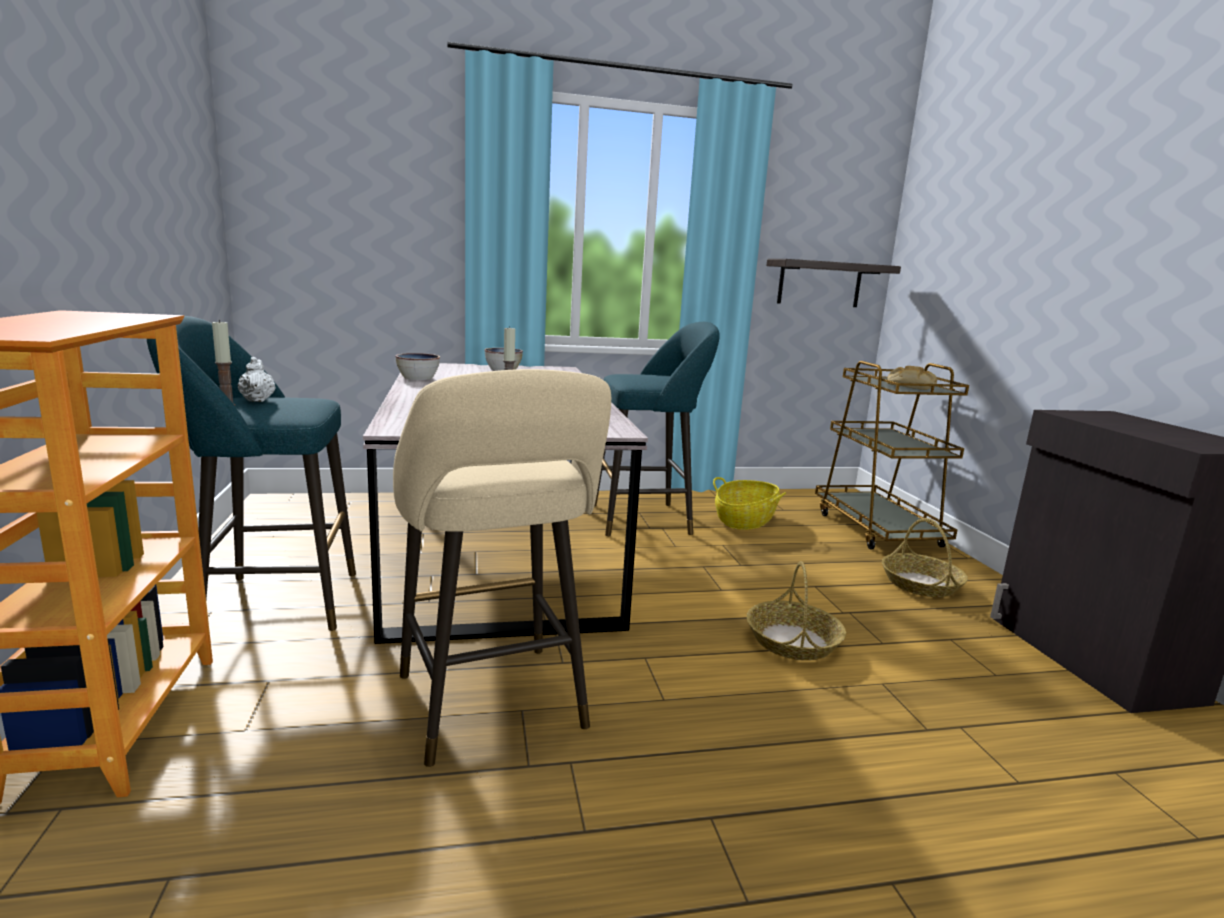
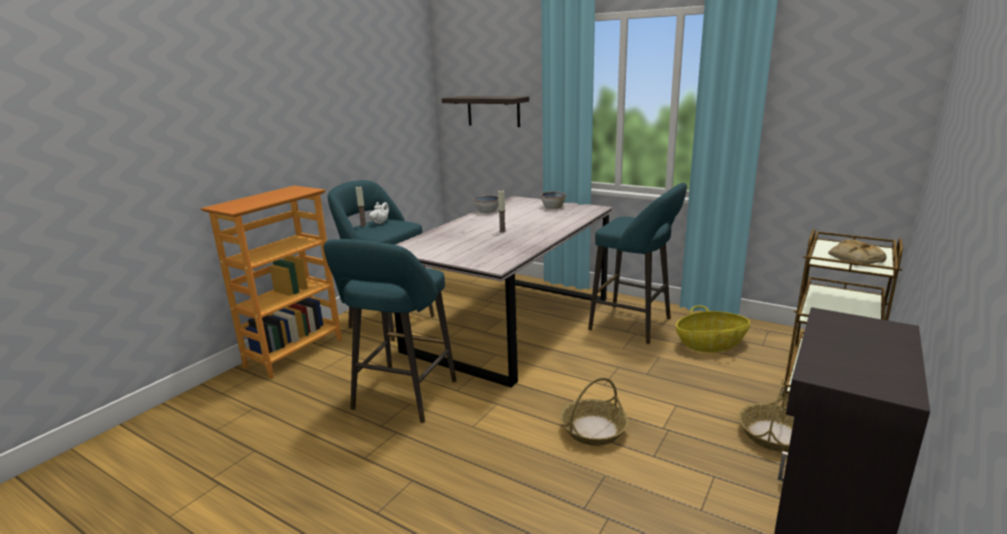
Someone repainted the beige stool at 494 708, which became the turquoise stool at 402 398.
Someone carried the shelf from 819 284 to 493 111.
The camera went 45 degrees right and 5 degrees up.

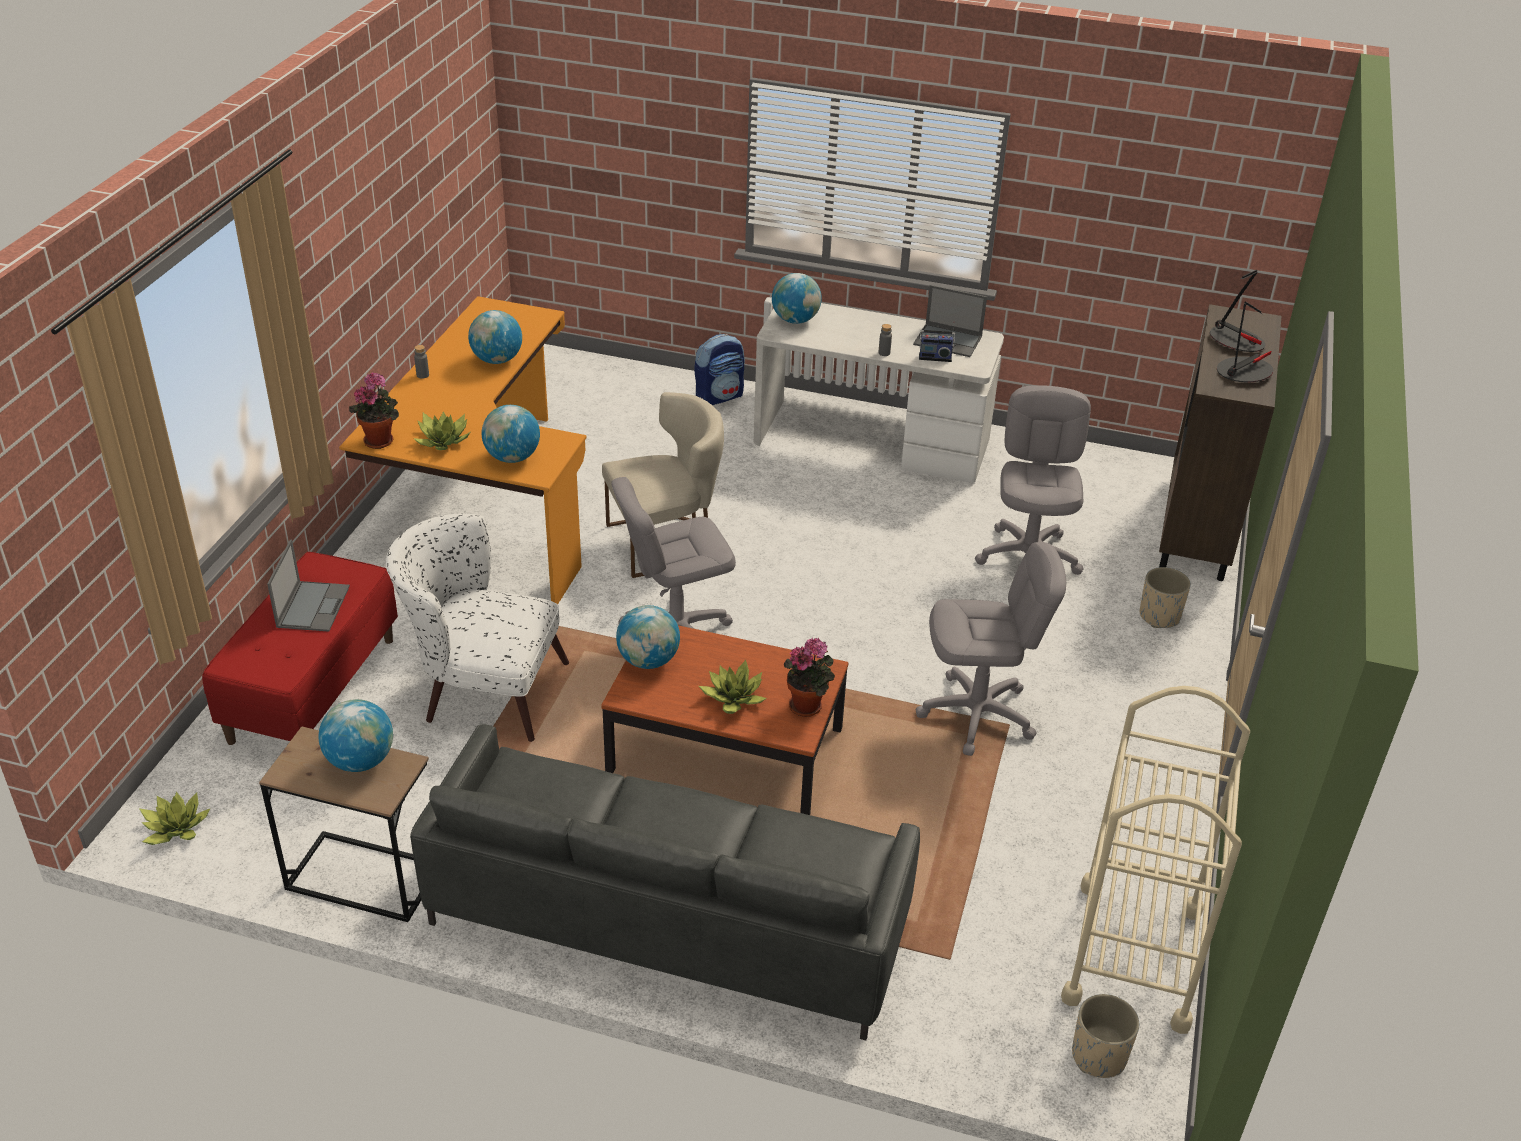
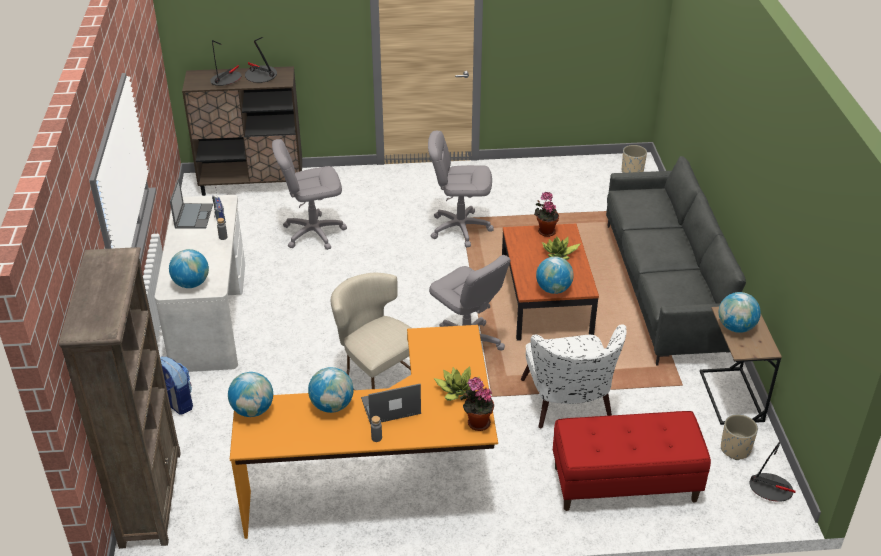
Someone put down the brown bookcase at 151 497.
Someone carried the globe from 512 458 to 253 410.
Someone carried the laptop from 313 606 to 390 406.
Someone rotated the grey office chair at 977 715 by 60 degrees counterclockwise.
Someone carried the beige planter from 1159 616 to 735 449.
Someone swapped the potted plant at 175 829 for the table lamp at 771 488.
Someone took away the beige cart at 1133 954.
The camera went 110 degrees left and 0 degrees up.

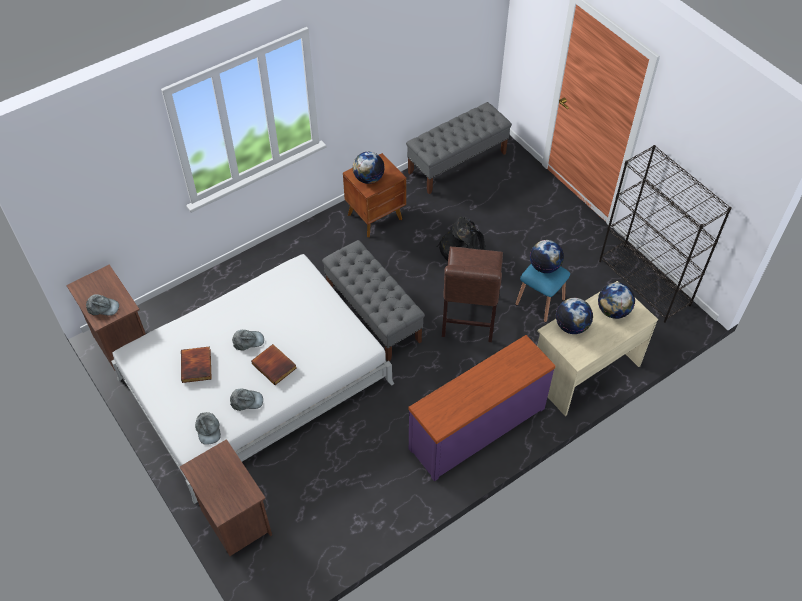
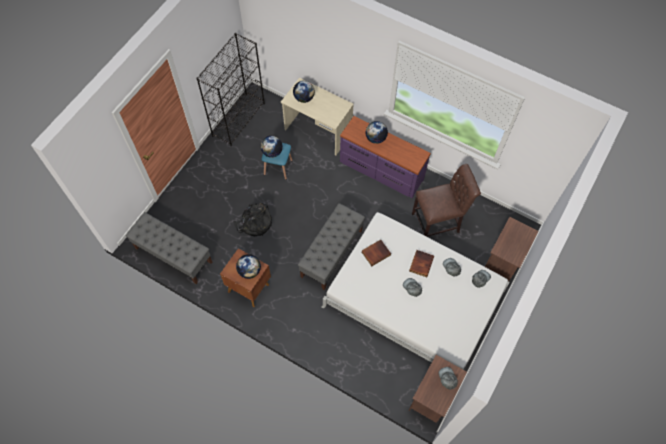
Someone carried the book from 197 366 to 375 253.
Someone carried the globe from 571 326 to 375 138.
Someone carried the brown chair from 468 319 to 438 222.
The camera went 115 degrees left and 10 degrees up.

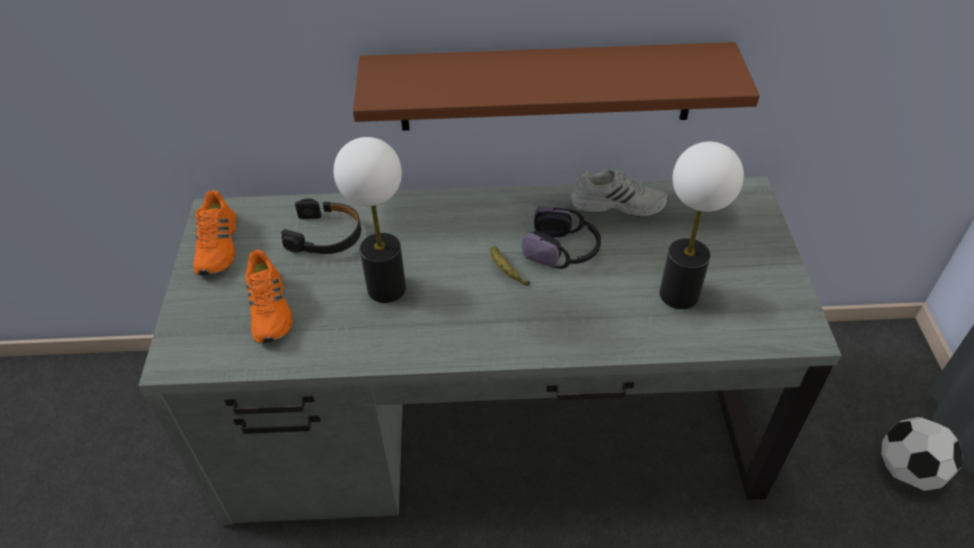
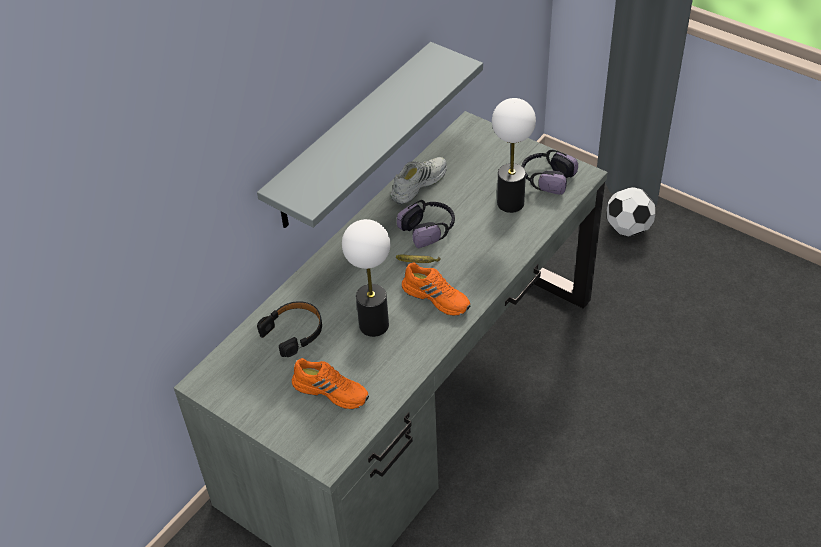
Someone repainted the brown shelf at 546 87, which became the grey shelf at 351 137.
Someone carried the orange shoe from 218 246 to 437 297.
Someone put down the headphones at 546 178.
The camera went 50 degrees left and 0 degrees up.

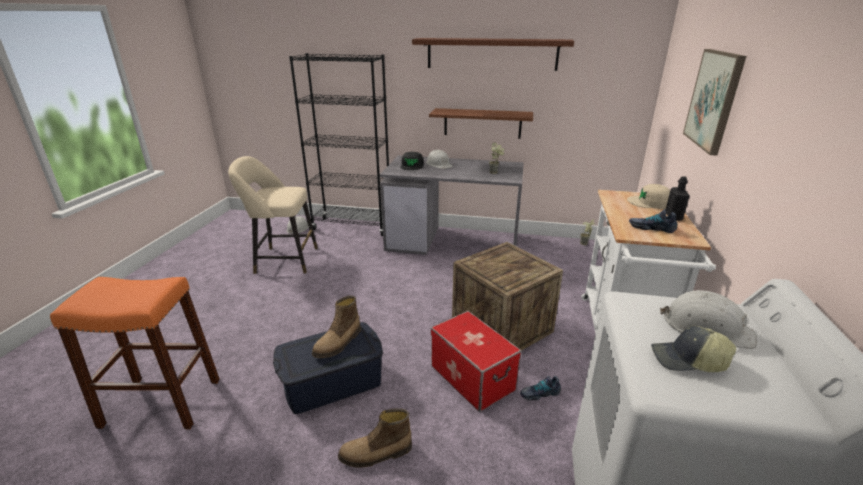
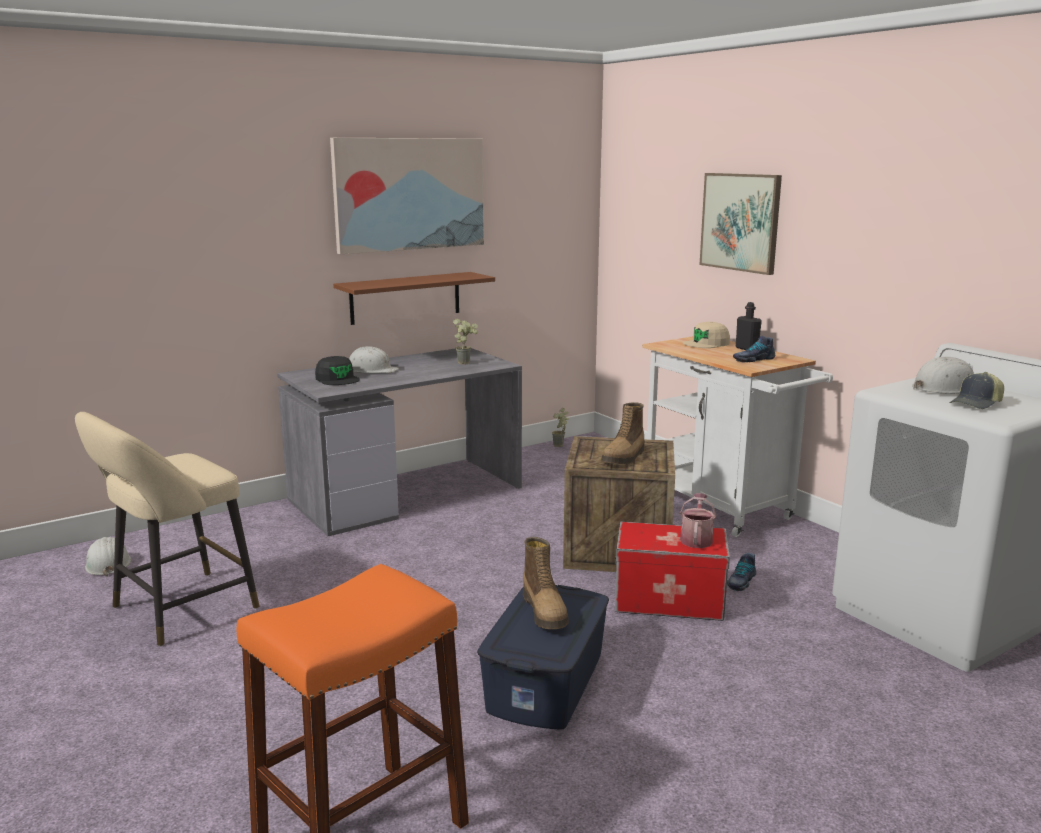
Someone swapped the brown shelf at 491 54 for the picture at 409 194.
Someone carried the boot from 376 454 to 624 458.
Someone put down the watering can at 696 539.
Someone took away the black bookcase at 353 227.
The camera went 45 degrees left and 10 degrees down.

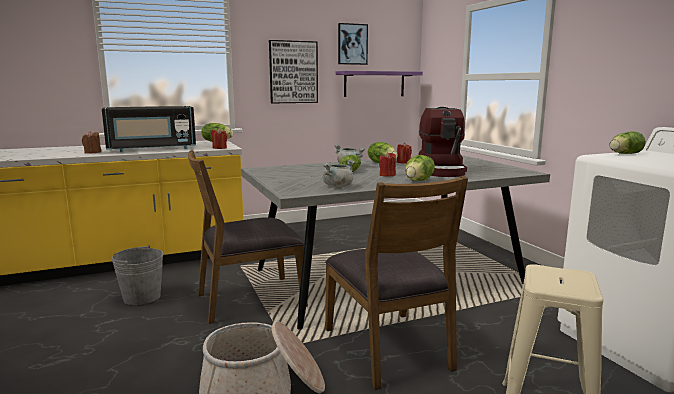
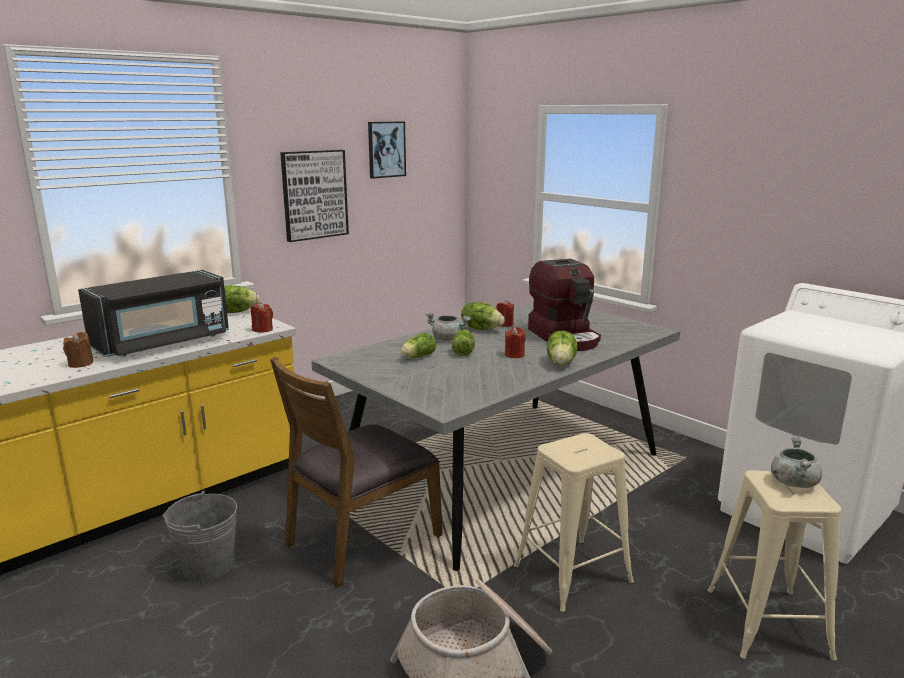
Someone carried the lettuce from 624 154 to 417 357.
Someone swapped the brown chair at 389 348 for the beige stool at 572 573.
Someone carried the grey cooking pot from 338 186 to 793 482.
Someone took away the purple shelf at 374 84.
The camera went 20 degrees left and 5 degrees up.

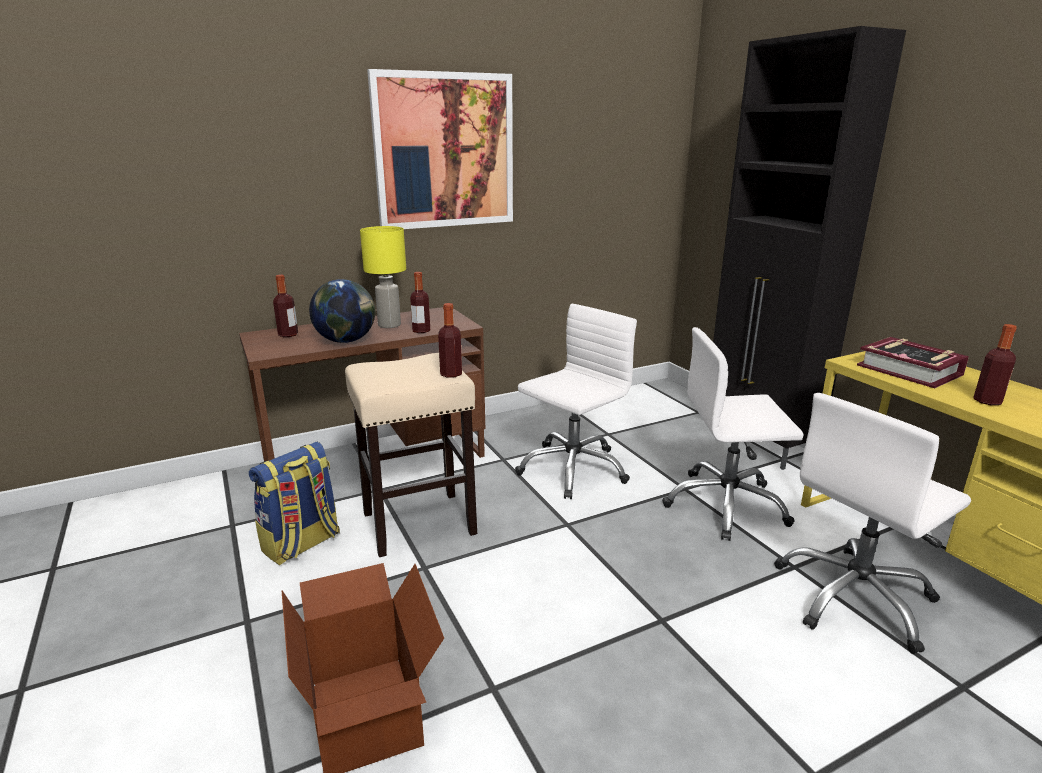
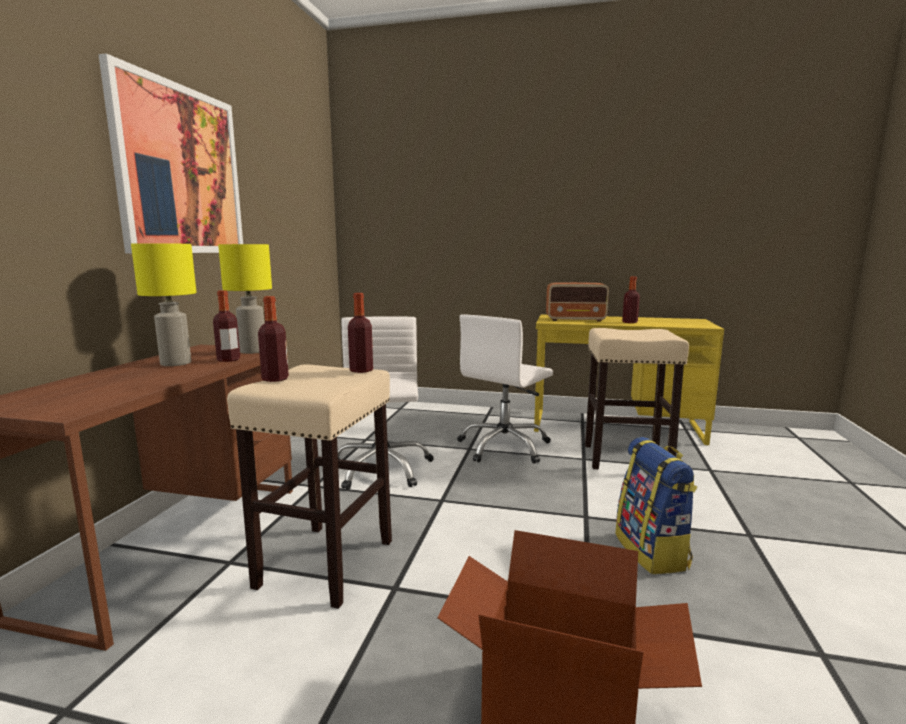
Someone put down the yellow table lamp at 253 351.
Someone carried the bottle from 288 335 to 275 379.
Someone swapped the book at 909 370 for the radio at 576 320.
Someone swapped the white office chair at 855 597 for the beige stool at 625 458.
Someone carried the backpack from 302 544 to 652 552.
Someone took away the globe at 346 341.
Someone took away the black cabinet at 759 443.
The camera went 50 degrees left and 10 degrees down.

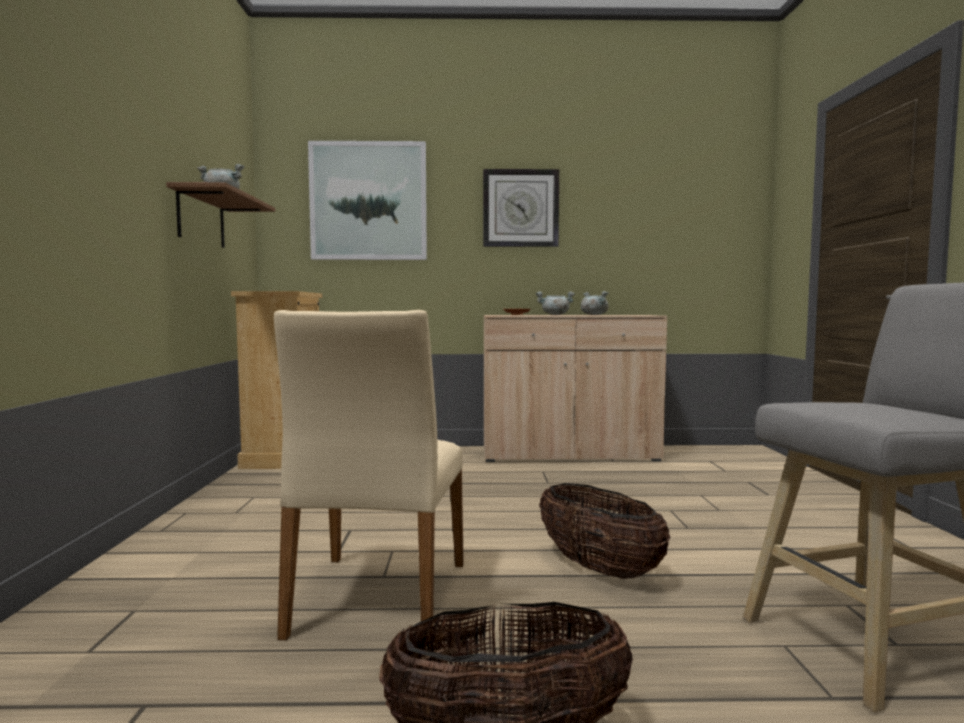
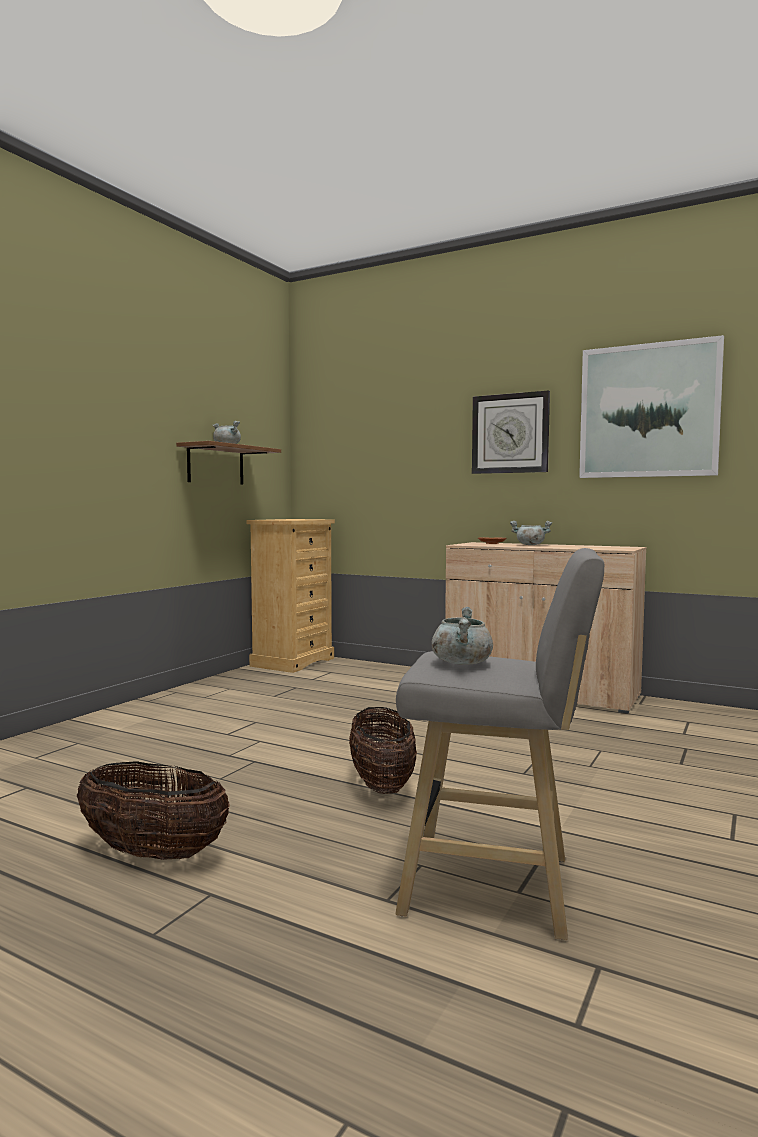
Someone carried the grey cooking pot from 594 314 to 461 662.
Someone carried the picture from 368 201 to 648 411.
Someone took away the beige chair at 377 598.
The camera went 30 degrees right and 0 degrees up.

